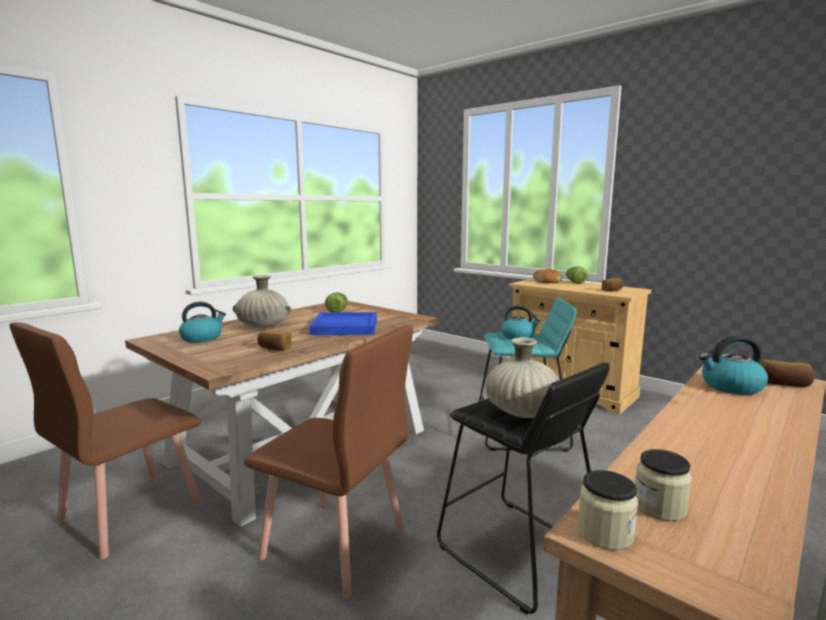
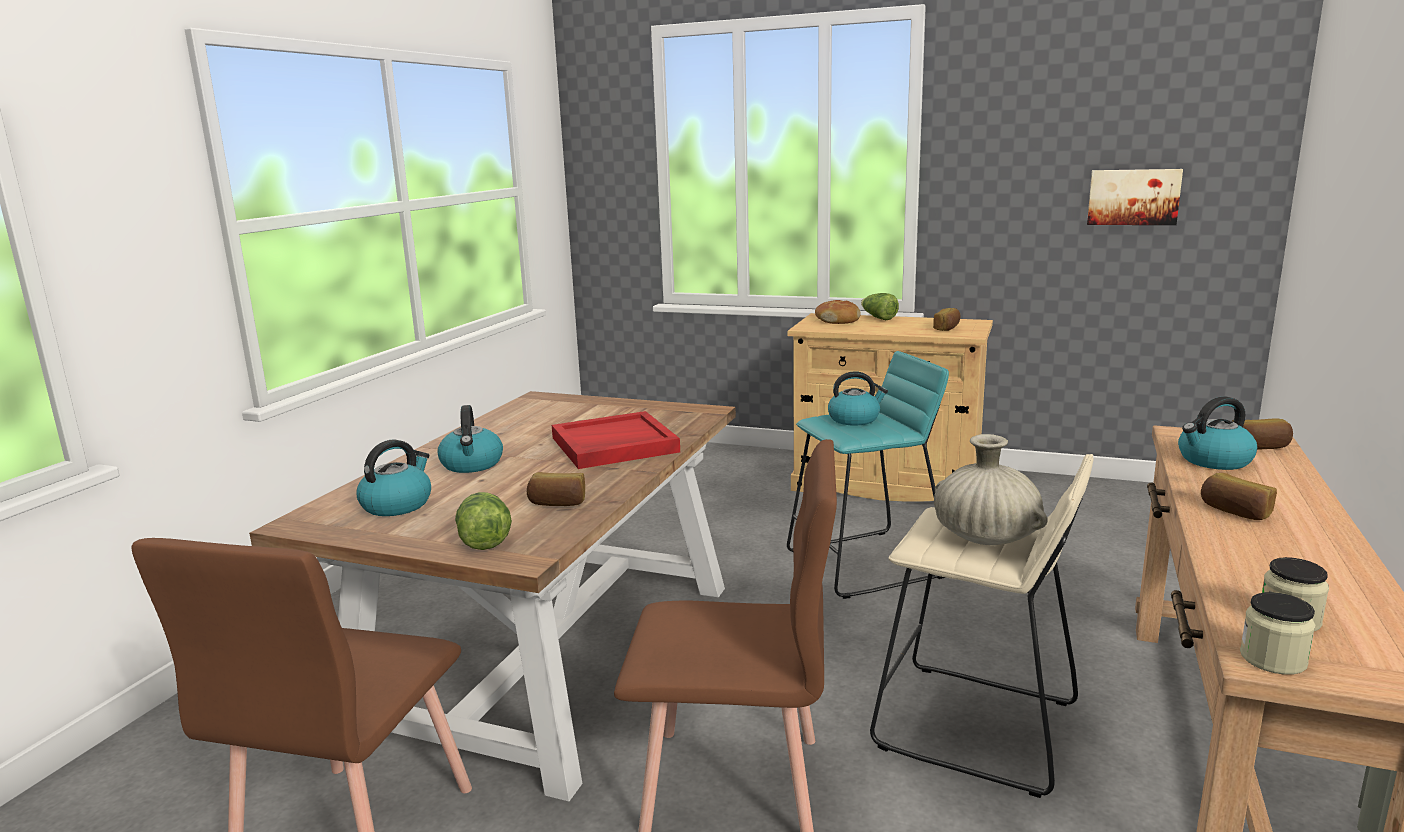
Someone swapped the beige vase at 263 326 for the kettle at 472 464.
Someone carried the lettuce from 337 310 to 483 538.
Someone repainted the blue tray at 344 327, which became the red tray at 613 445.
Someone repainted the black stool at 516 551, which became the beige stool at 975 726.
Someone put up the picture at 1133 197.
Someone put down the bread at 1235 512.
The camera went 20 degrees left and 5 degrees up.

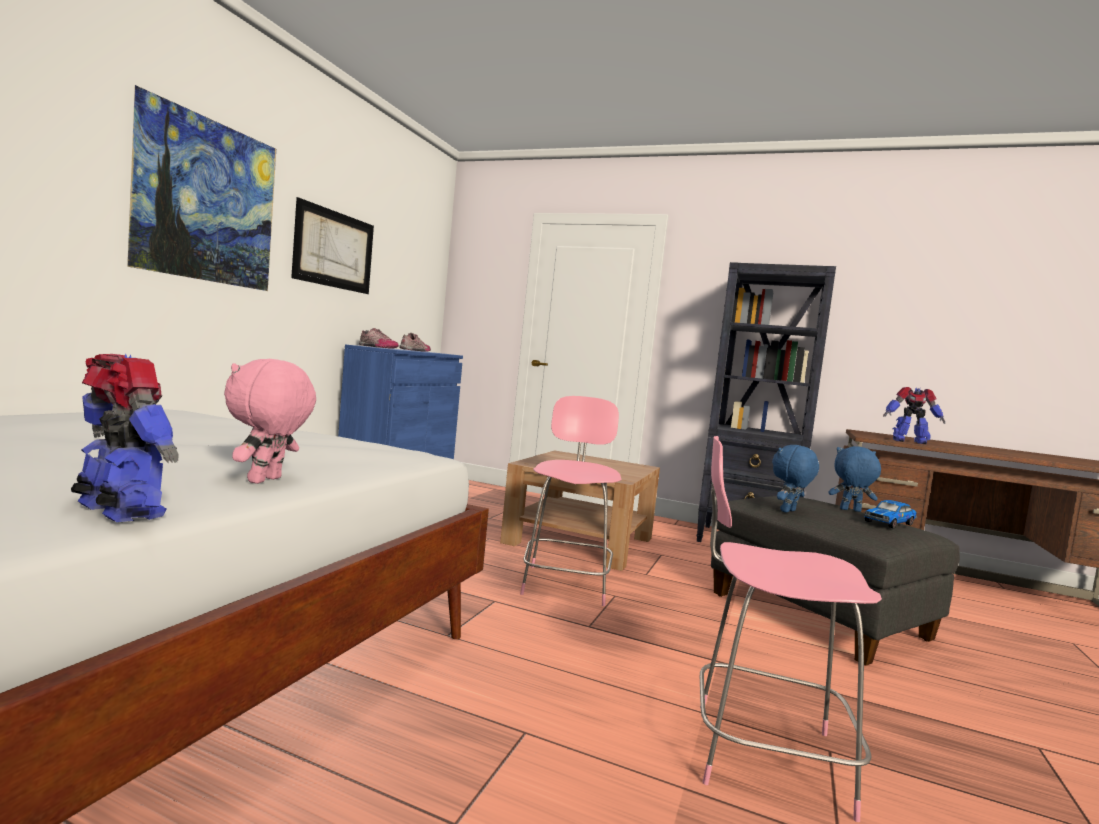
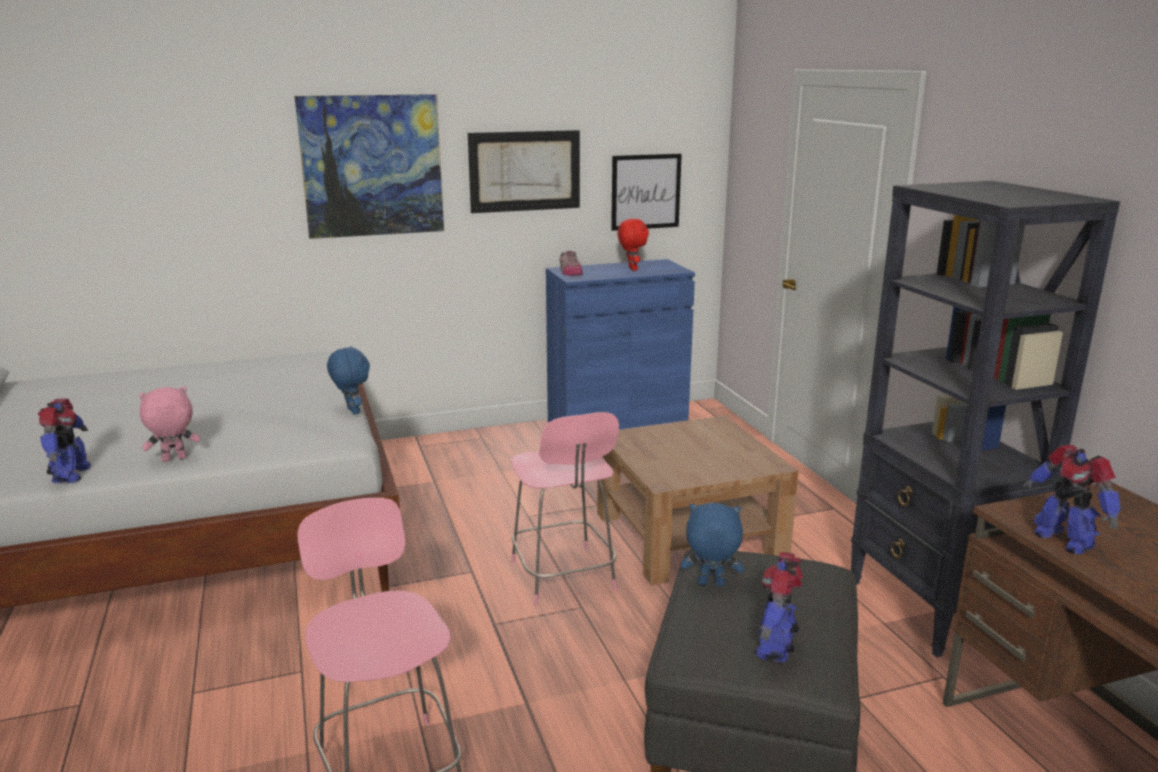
Someone carried the blue plush toy from 850 510 to 352 411.
Someone rotated the pink chair at 566 583 by 105 degrees clockwise.
Someone put up the picture at 645 191.
Someone swapped the shoe at 416 350 for the red plush toy at 631 269.
Someone swapped the toy car at 889 523 for the toy robot at 776 646.
The camera went 50 degrees right and 15 degrees up.

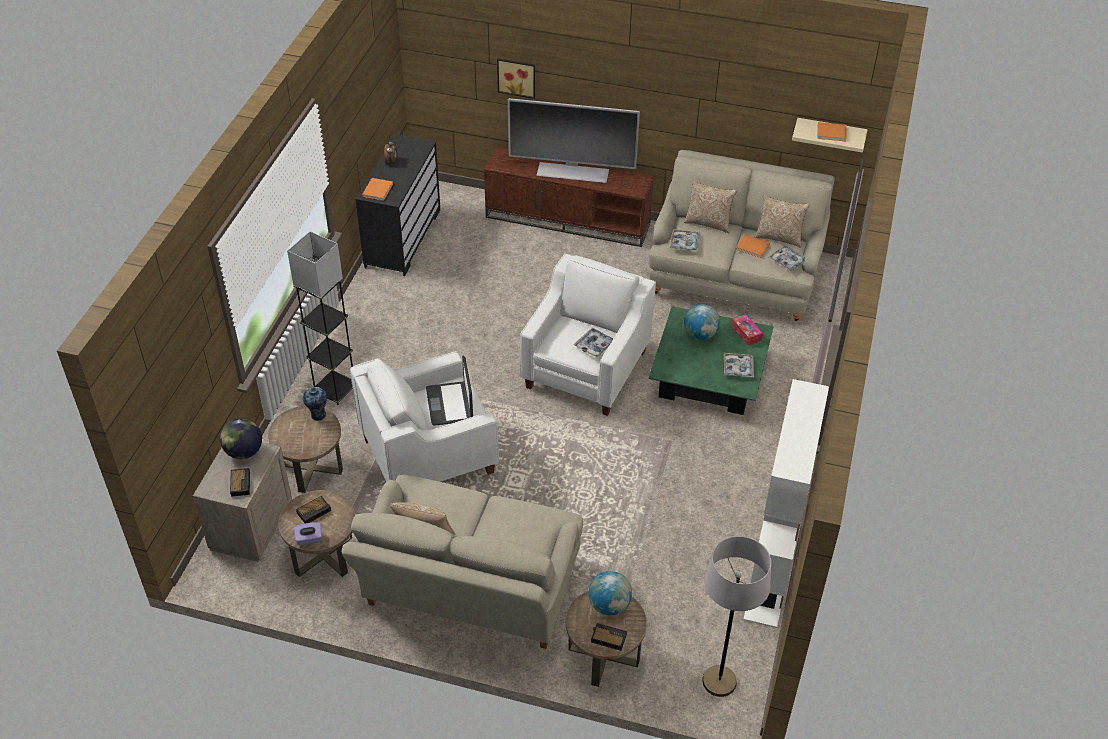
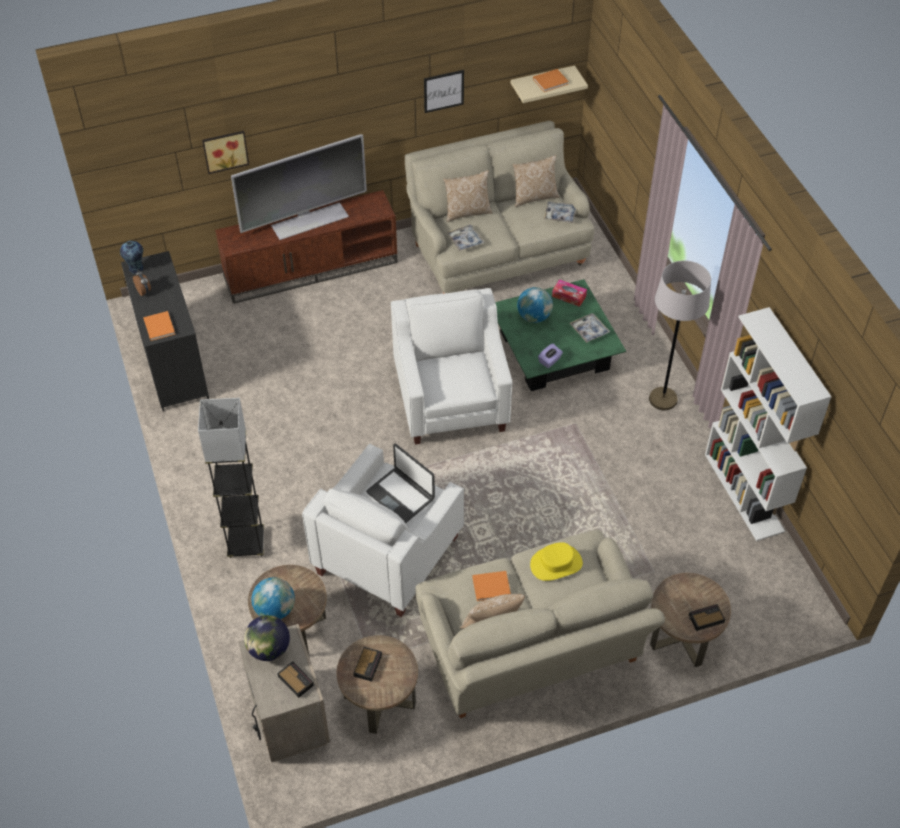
Someone carried the vase from 318 415 to 136 269.
Someone carried the globe from 609 605 to 275 610.
Someone put up the picture at 443 91.
Someone carried the orange book from 753 247 to 492 586.
Someone put down the yellow hat at 556 563.
Someone carried the purple tissue box from 309 539 to 550 361.
Someone carried the grey floor lamp from 719 682 to 663 399.
Someone took away the tray at 594 345.
The camera went 35 degrees left and 5 degrees up.

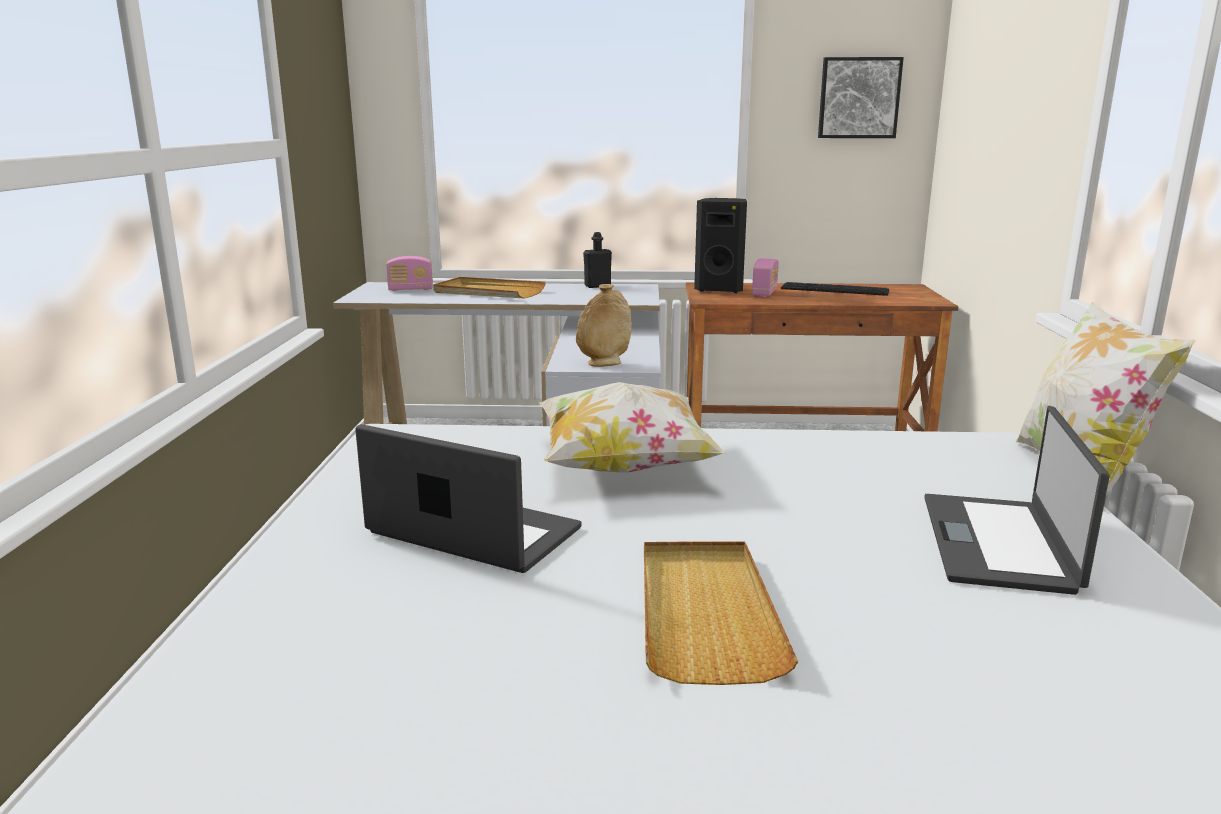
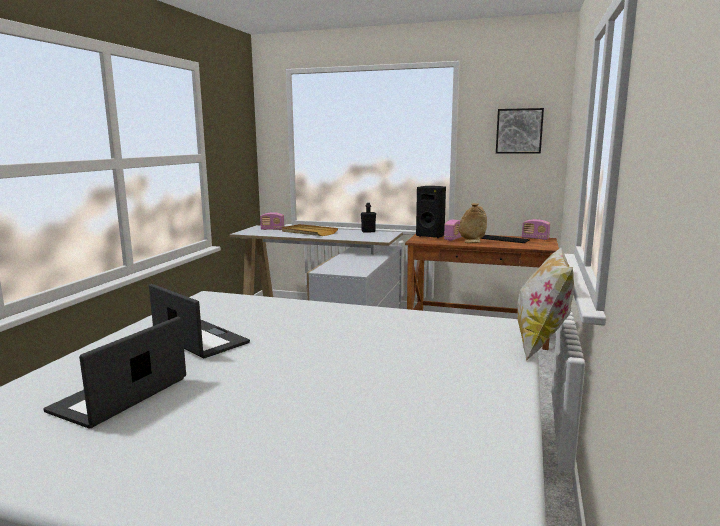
Someone carried the laptop from 999 543 to 121 395.
Someone carried the beige vase from 604 363 to 472 242.
Someone put down the radio at 535 238.
Someone took away the pillow at 624 466.
Someone took away the beige tray at 705 612.
The camera went 15 degrees right and 5 degrees down.

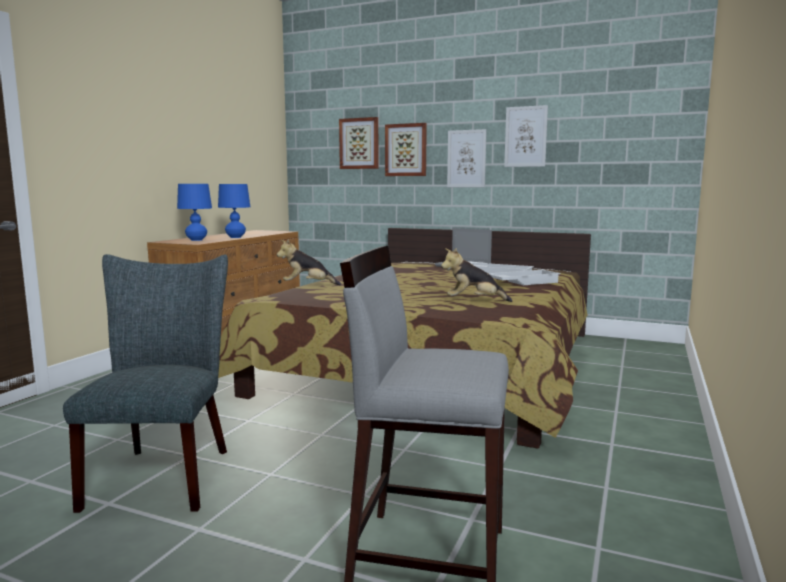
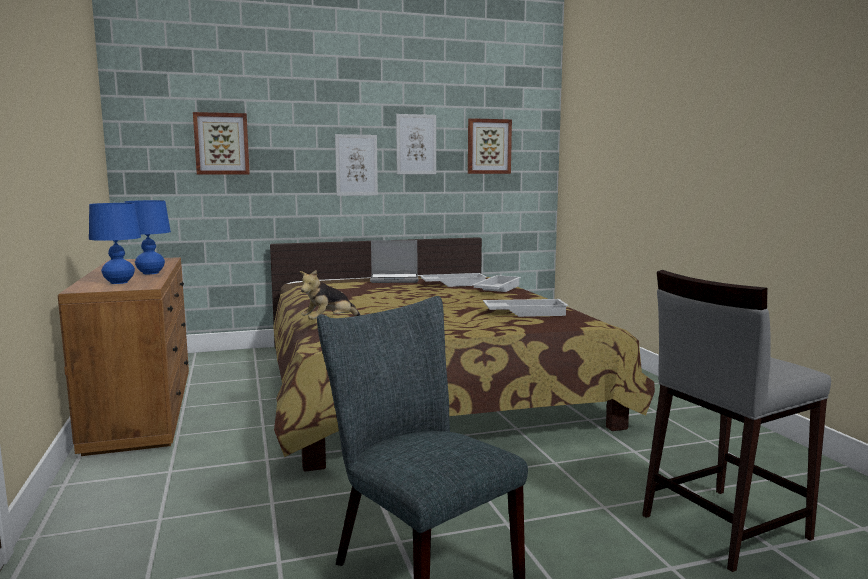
Someone carried the picture from 406 150 to 488 146.
Someone swapped the plush toy at 474 302 for the white tray at 525 313.
The camera went 40 degrees left and 0 degrees up.

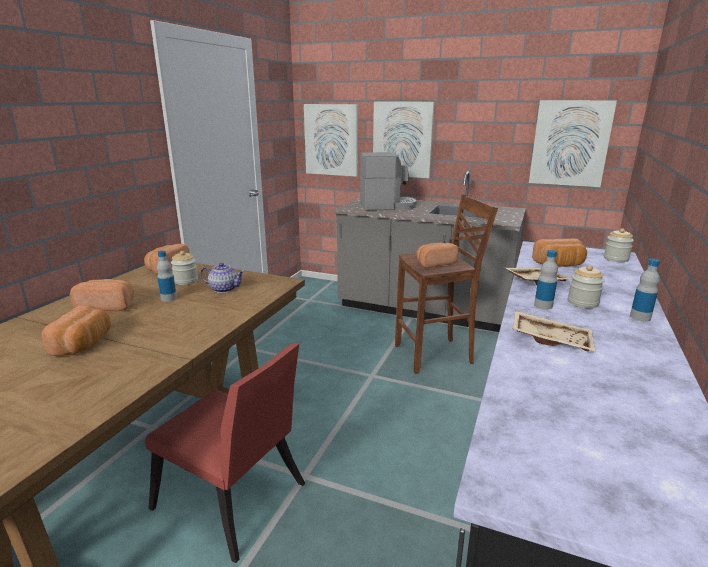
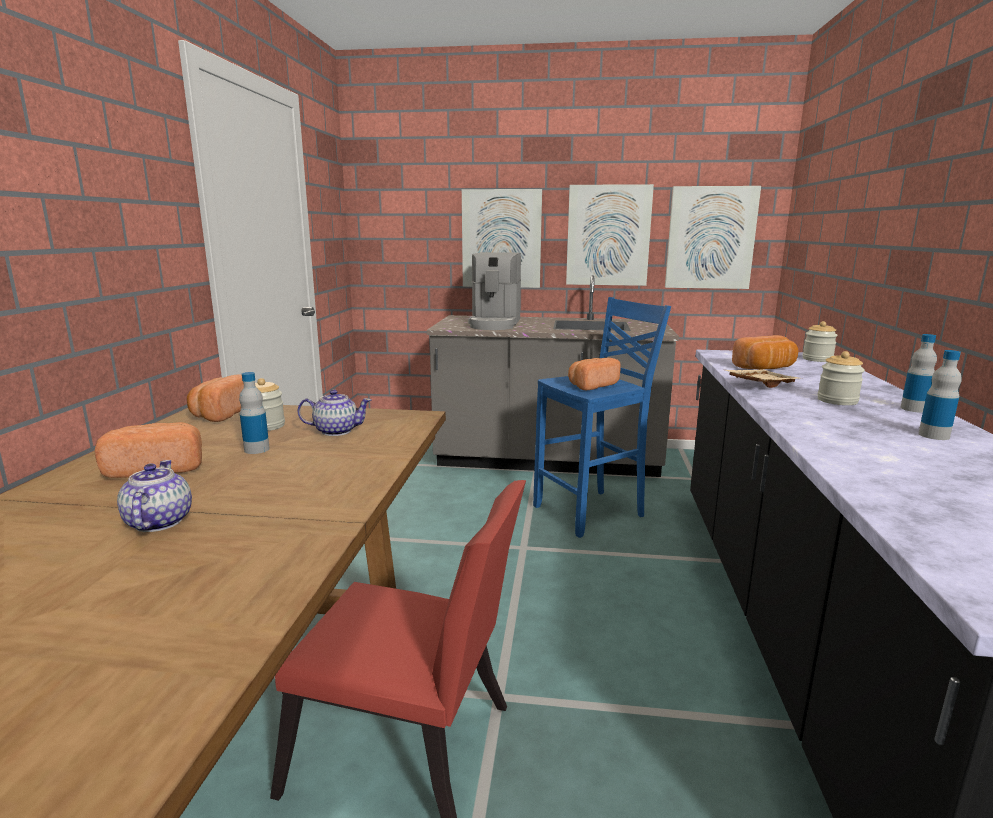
Someone swapped the bread at 85 344 for the teapot at 158 522.
Someone rotated the coffee machine at 387 206 by 120 degrees clockwise.
Someone repainted the brown stool at 435 355, which became the blue stool at 592 512.
Someone carried the picture from 331 140 to 608 235.
Someone carried the bottle from 543 306 to 933 435.
Someone took away the beige tray at 551 339.
The camera went 15 degrees left and 5 degrees down.

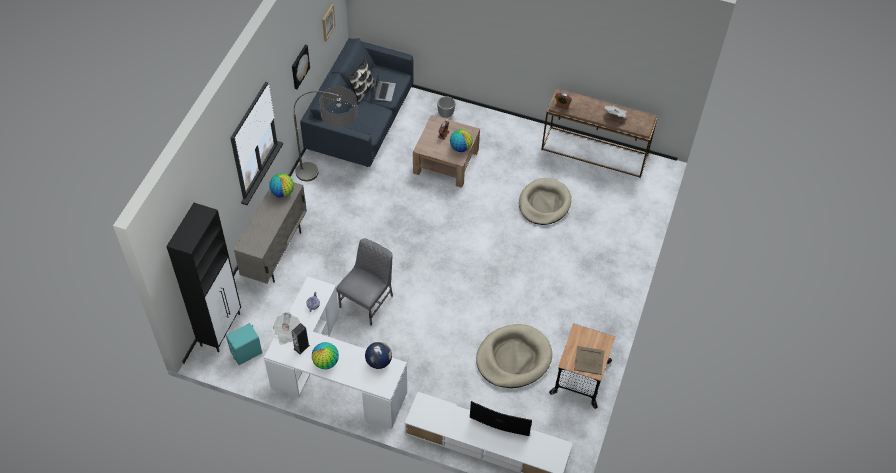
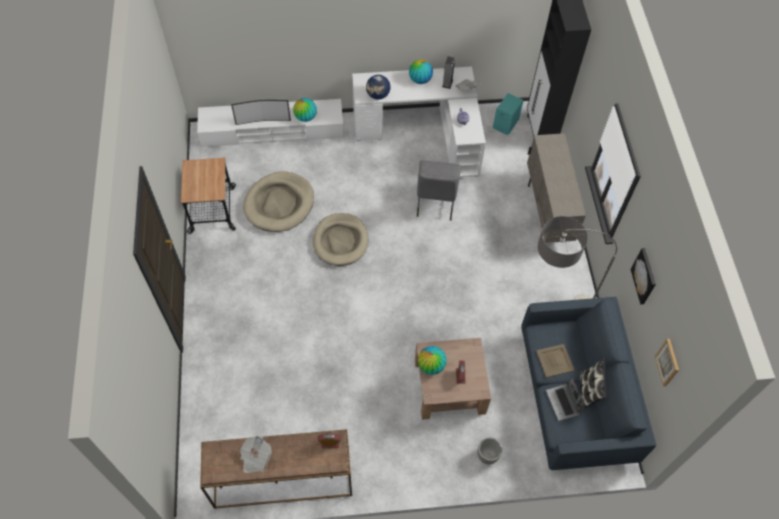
Someone carried the globe from 282 192 to 305 117.
Someone carried the beige dog bed from 544 203 to 340 241.
Someone carried the beige tray from 588 360 to 555 361.
The camera went 155 degrees right and 5 degrees up.

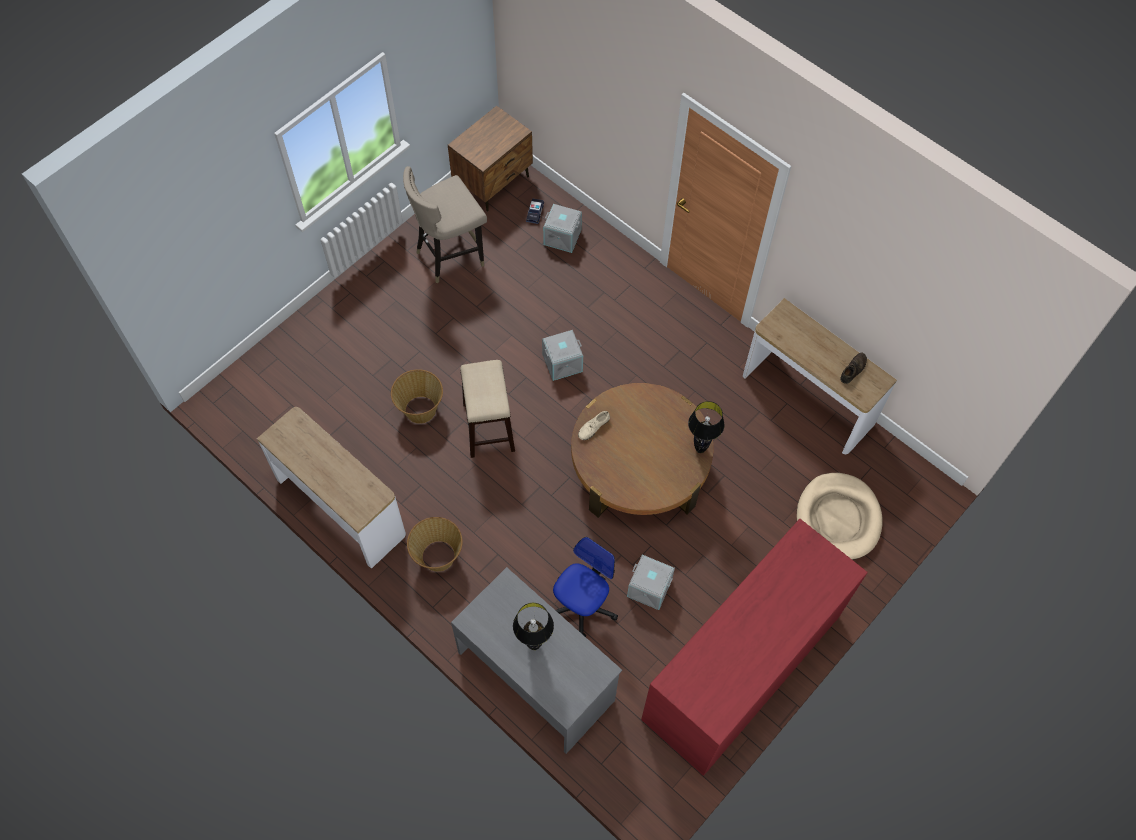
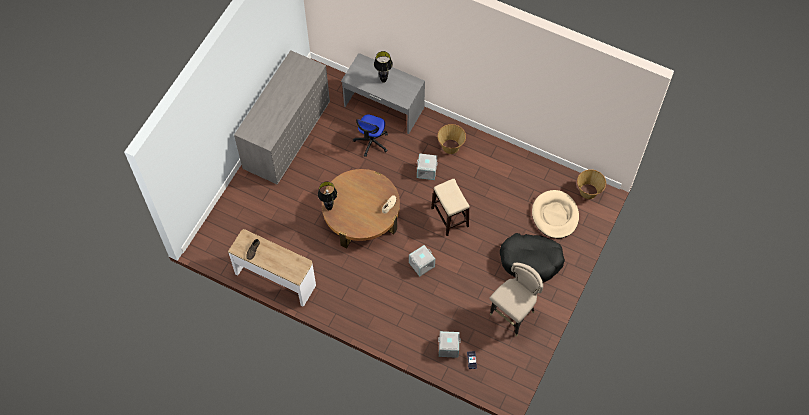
Someone repainted the red dresser at 741 667, which became the grey dresser at 287 134.
Someone carried the grey storage box from 648 589 to 427 170.
Someone put down the black dog bed at 531 261.
Someone carried the beige dog bed from 838 518 to 555 215.
Someone carried the basket from 420 409 to 588 191.
Someone took away the console table at 341 508.
Someone took away the brown nightstand at 493 182.
The camera went 165 degrees right and 0 degrees up.

